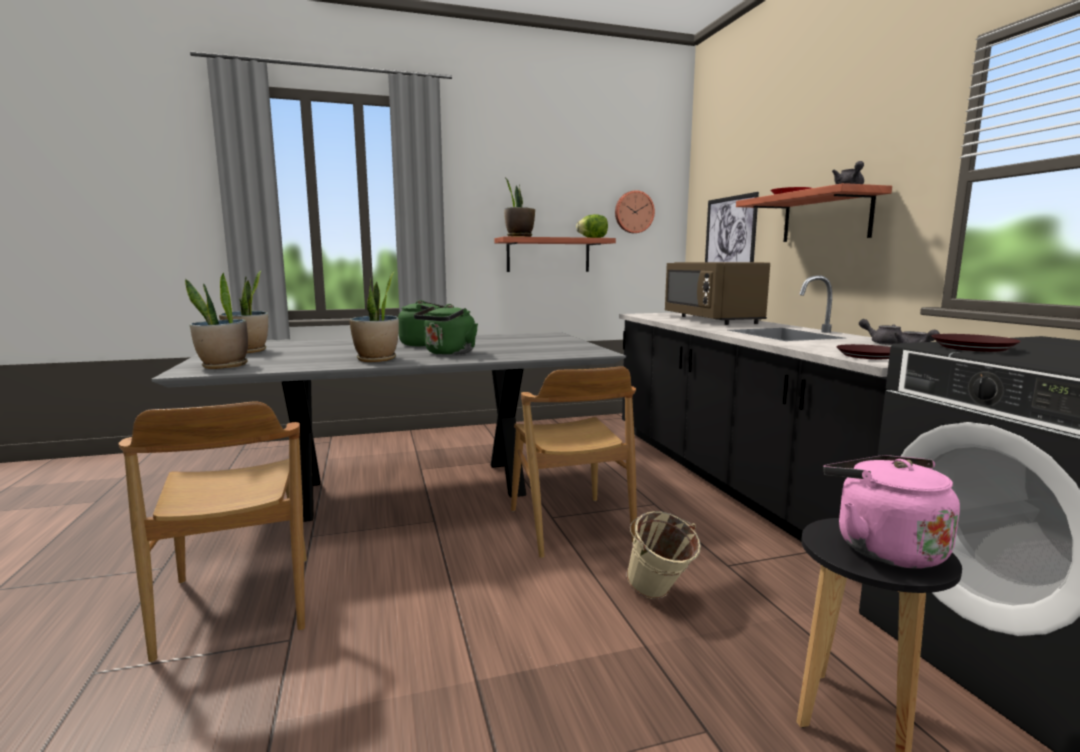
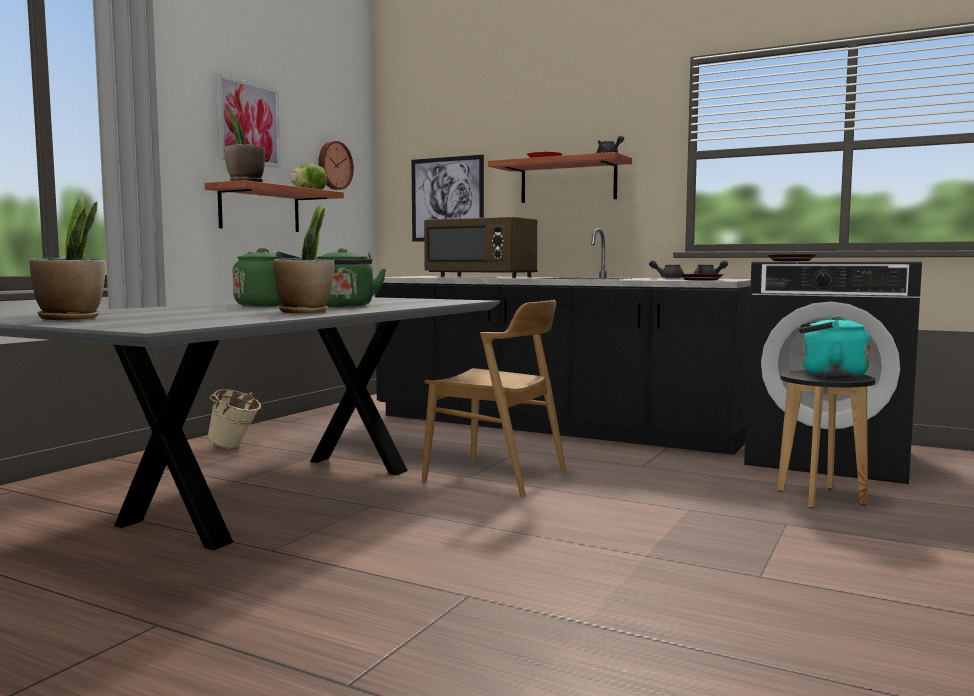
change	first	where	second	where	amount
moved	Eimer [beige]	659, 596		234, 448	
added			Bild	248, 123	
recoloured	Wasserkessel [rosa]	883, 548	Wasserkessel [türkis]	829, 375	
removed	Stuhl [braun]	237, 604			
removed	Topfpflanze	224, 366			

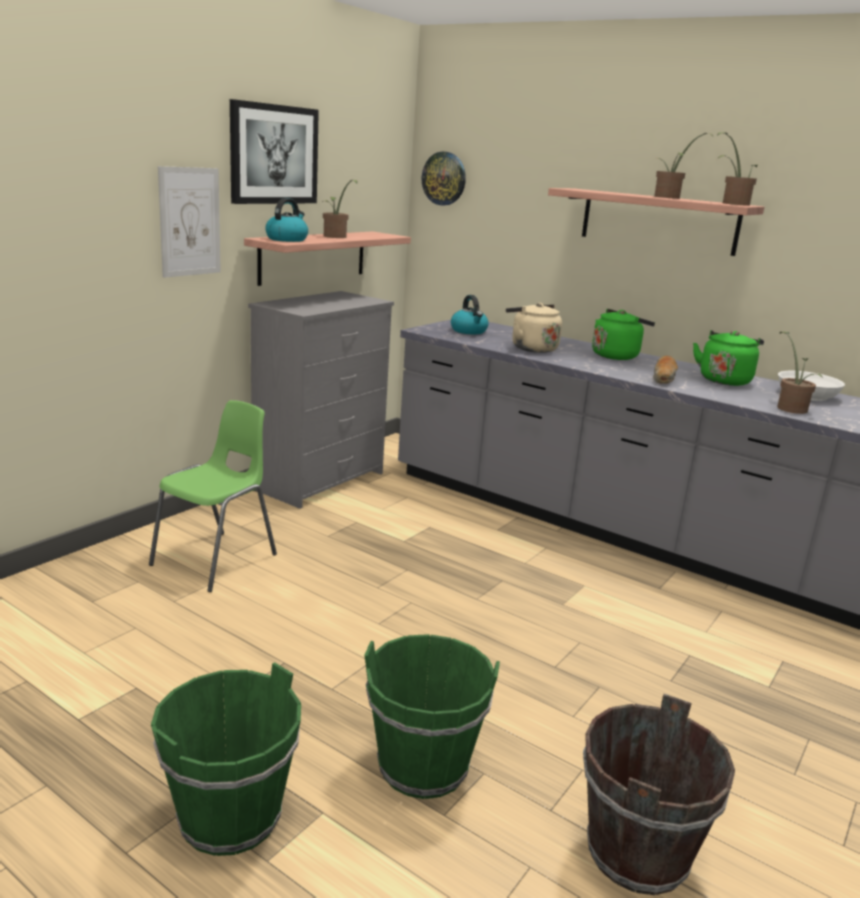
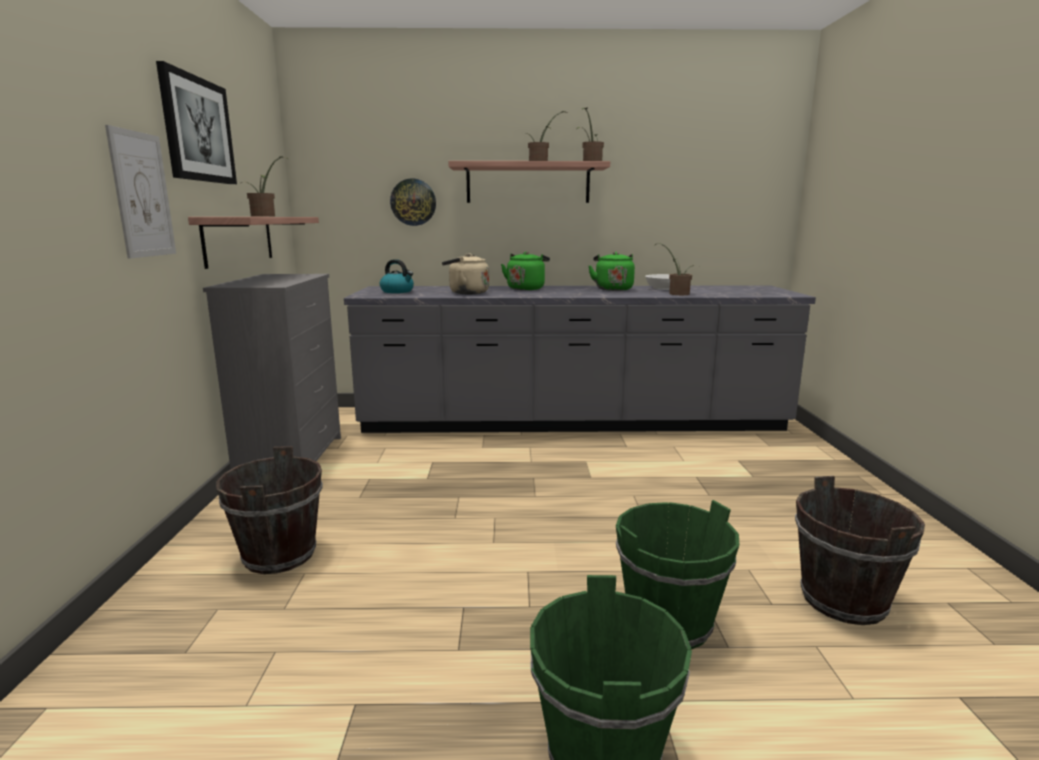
change	first	where	second	where	amount
replaced	Stuhl [grün]	217, 560	Eimer [braun]	280, 555	
moved	Wanduhr	444, 178		413, 202	
removed	Wasserkessel	287, 239			
removed	Brot	664, 378			

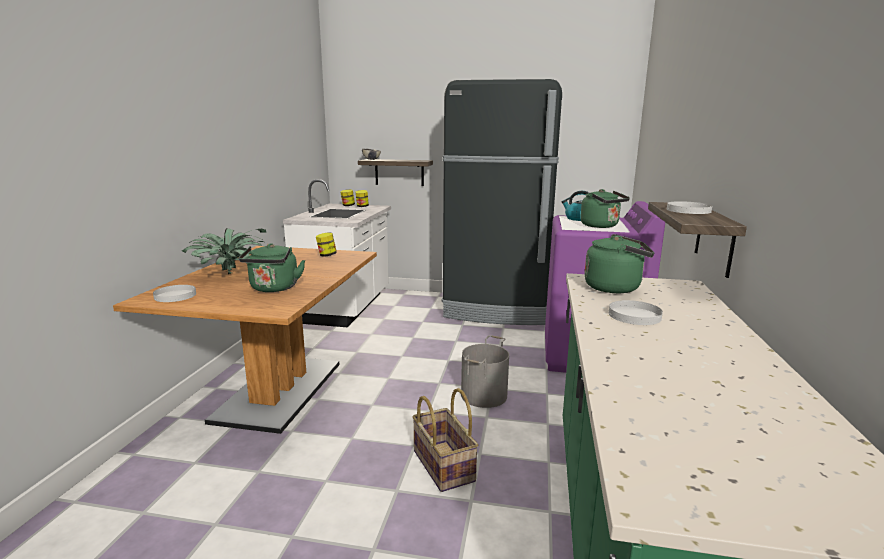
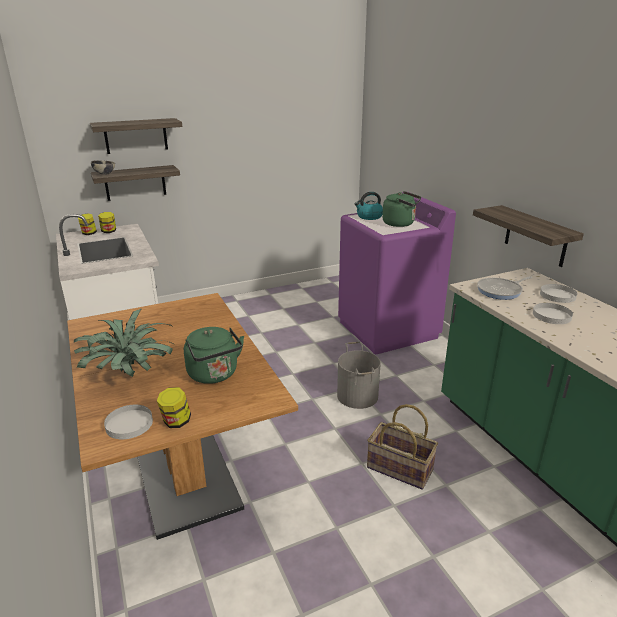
change	first	where	second	where	amount
added			Wandregal	136, 136	
moved	Vorratsglas	327, 255		176, 422	
replaced	Wasserkessel [grün]	615, 288	Pfanne	501, 291	
moved	Teller [weiß]	688, 210		557, 295	
removed	Kühlschrank [schwarz]	497, 309			

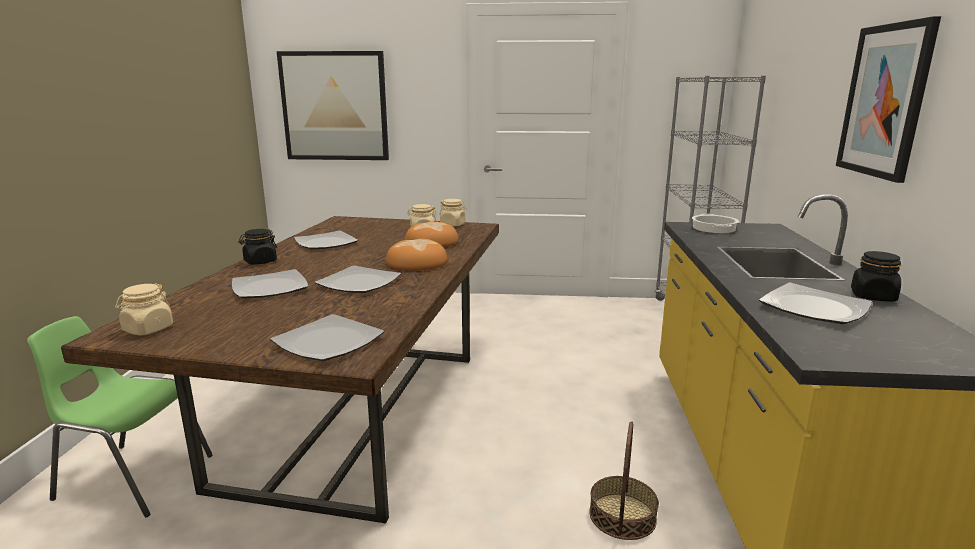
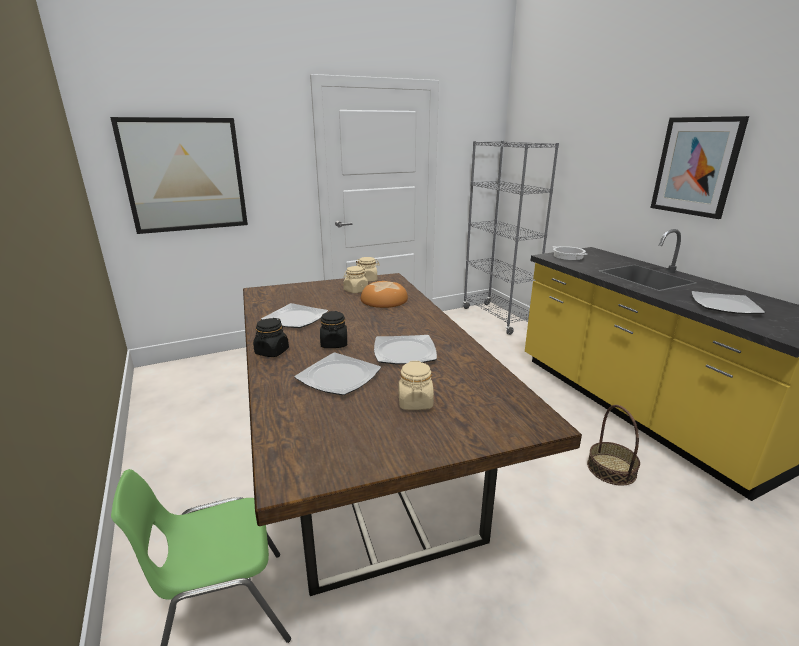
change	first	where	second	where	amount
moved	Vorratsglas [schwarz]	873, 296		334, 344	
moved	Vorratsglas [beige]	148, 329		415, 402	
removed	Teller	328, 341			
removed	Brot	416, 262			

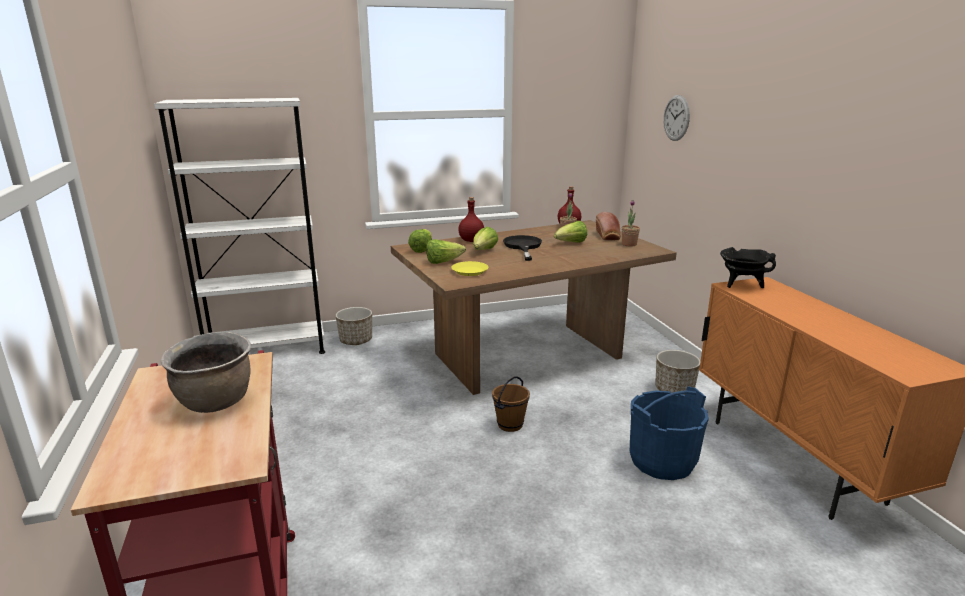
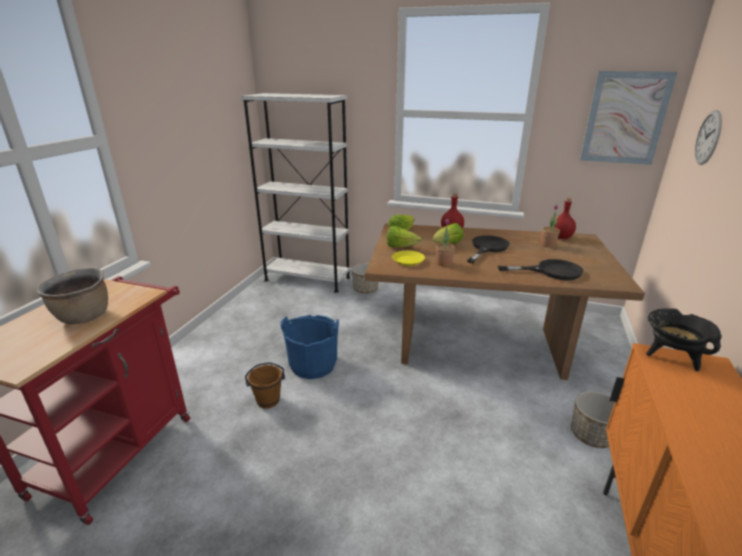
change	first	where	second	where	amount
moved	Eimer [braun]	509, 425		268, 400	
moved	Eimer [blau]	662, 461		313, 365	
moved	Topfpflanze	629, 244		444, 263	
added			Pfanne [schwarz]	551, 271	
added			Bild	625, 118	
removed	Salatkopf	571, 243			
removed	Brot	608, 236			

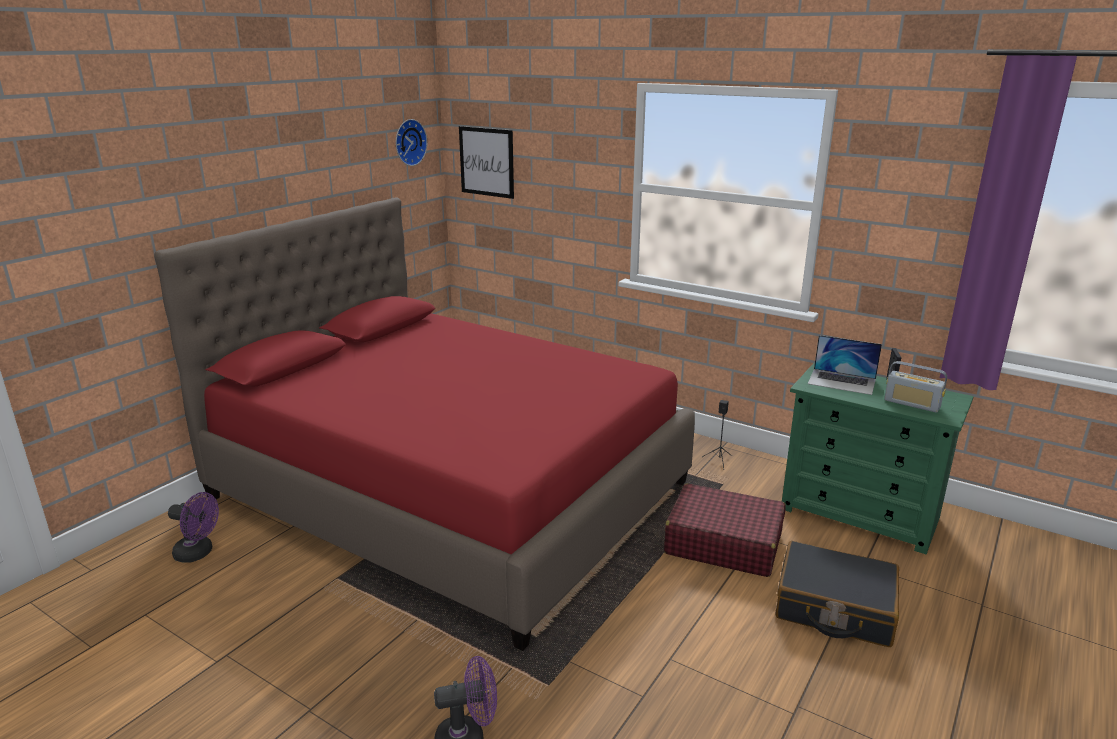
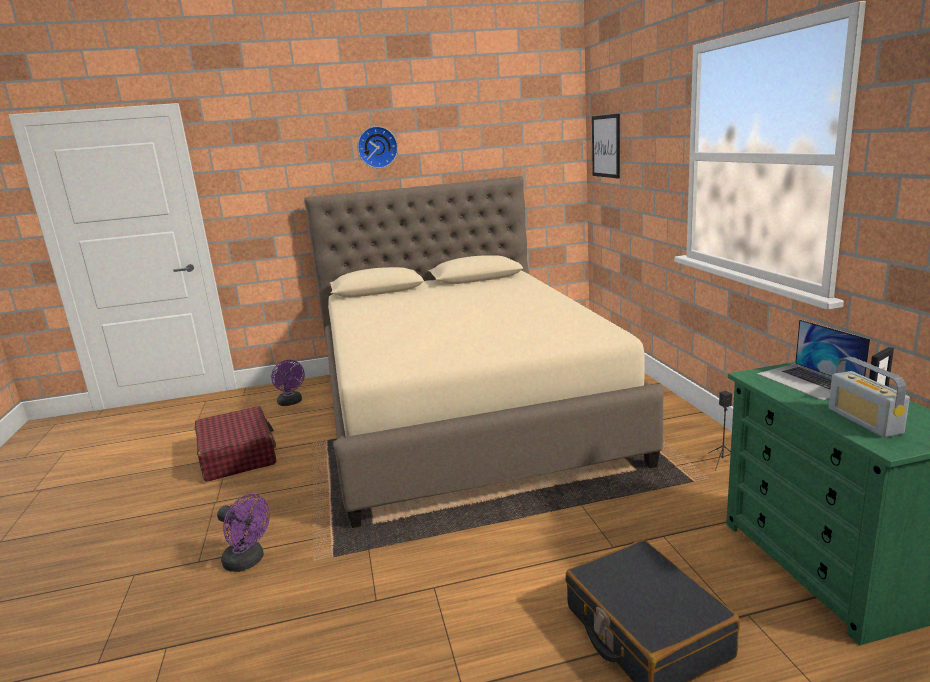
change	first	where	second	where	amount
moved	Koffer [rot]	723, 543		238, 455	
recoloured	Bett [rot]	450, 489	Bett [beige]	464, 412	
moved	Wanduhr	408, 142		377, 147	

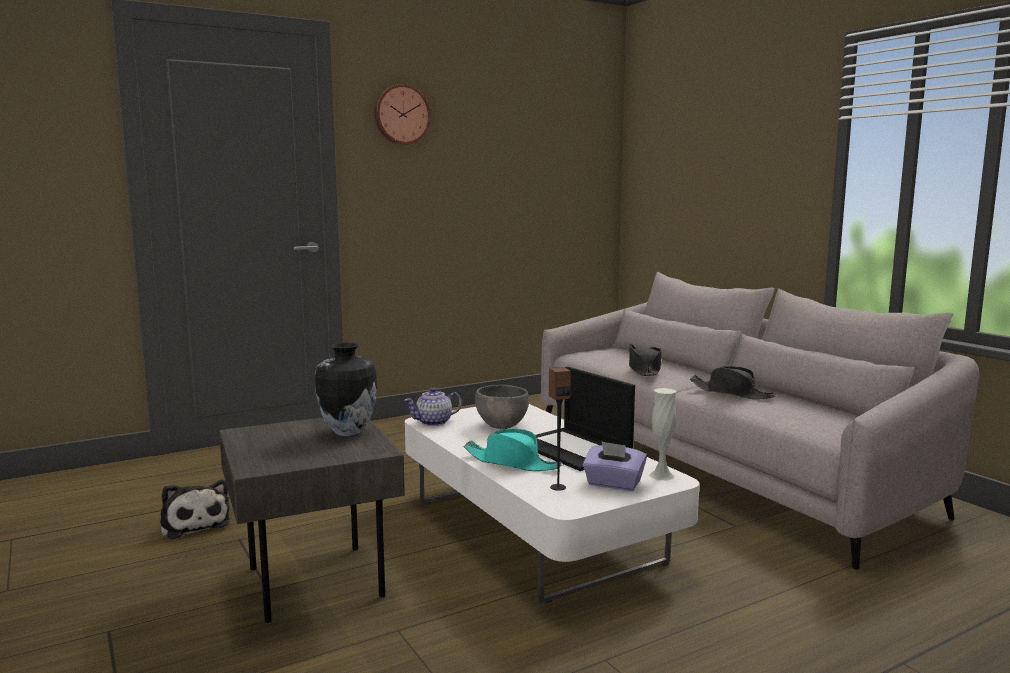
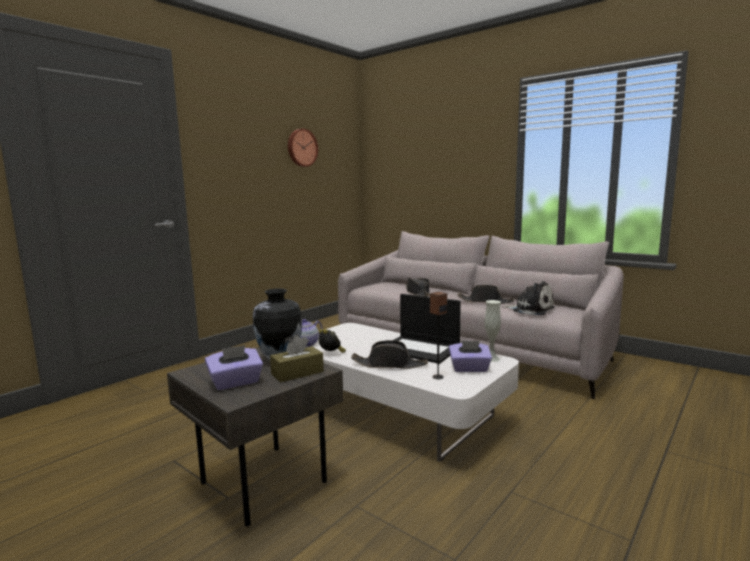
change	first	where	second	where	amount
added			Taschentuchbox [lila]	235, 382	
added			Taschentuchbox [braun]	297, 373	
moved	Wanduhr	401, 115		301, 148	
added			Wecker	331, 354	
recoloured	Hut [türkis]	512, 462	Hut [schwarz]	389, 364	
moved	Plüschtier	194, 524		530, 310	
removed	Schüssel [grau]	502, 425			

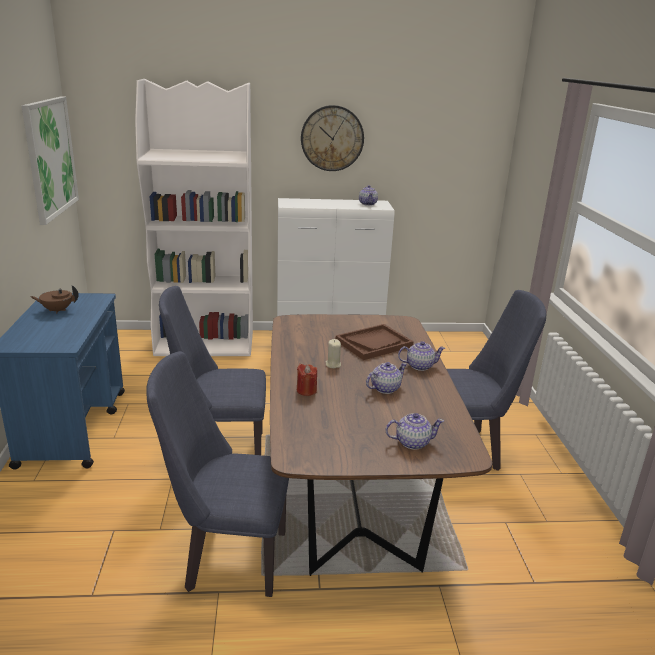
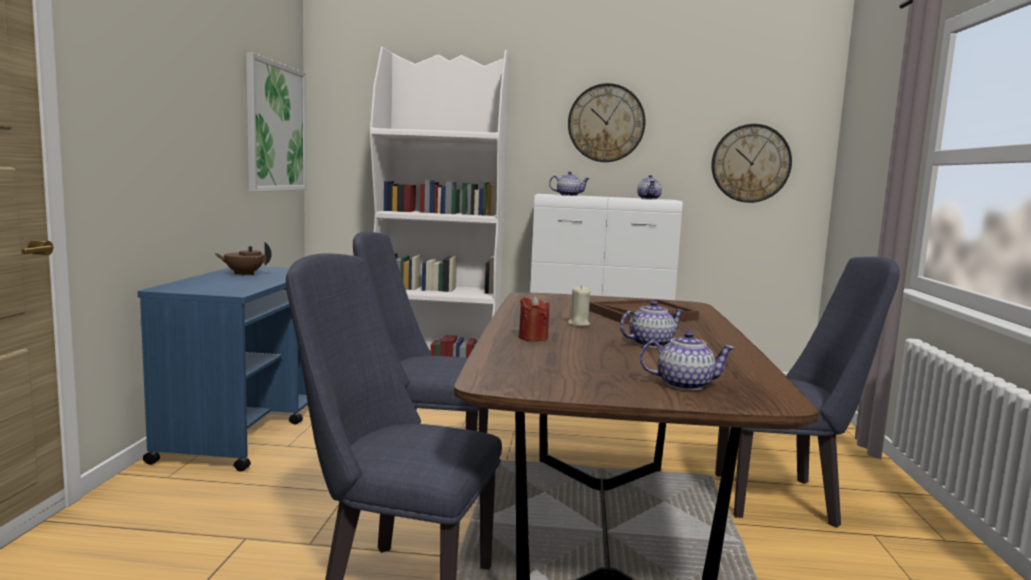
change	first	where	second	where	amount
moved	Teekanne	419, 366		568, 195	
added			Wanduhr	750, 163	

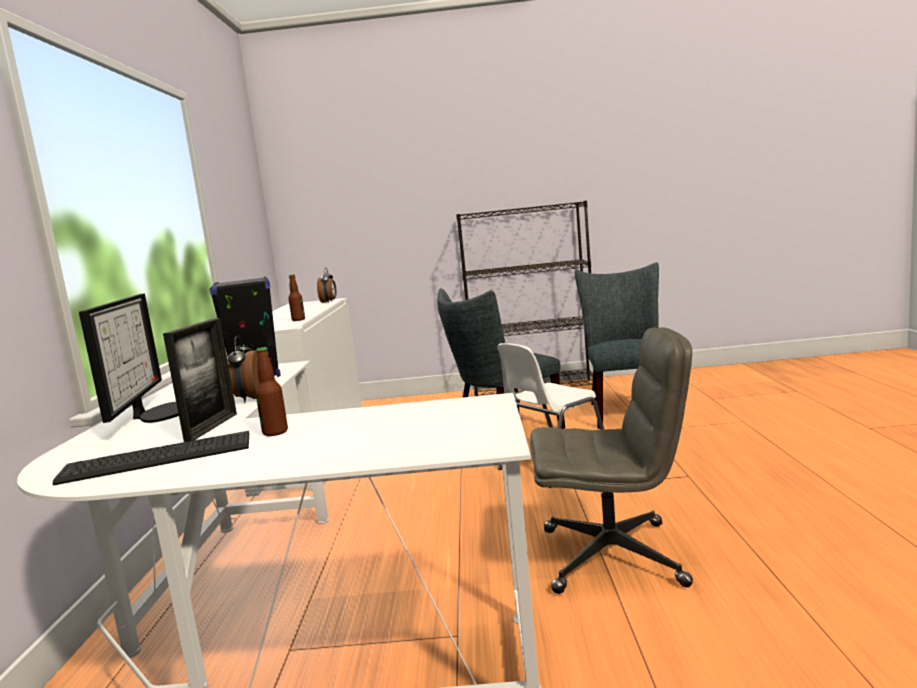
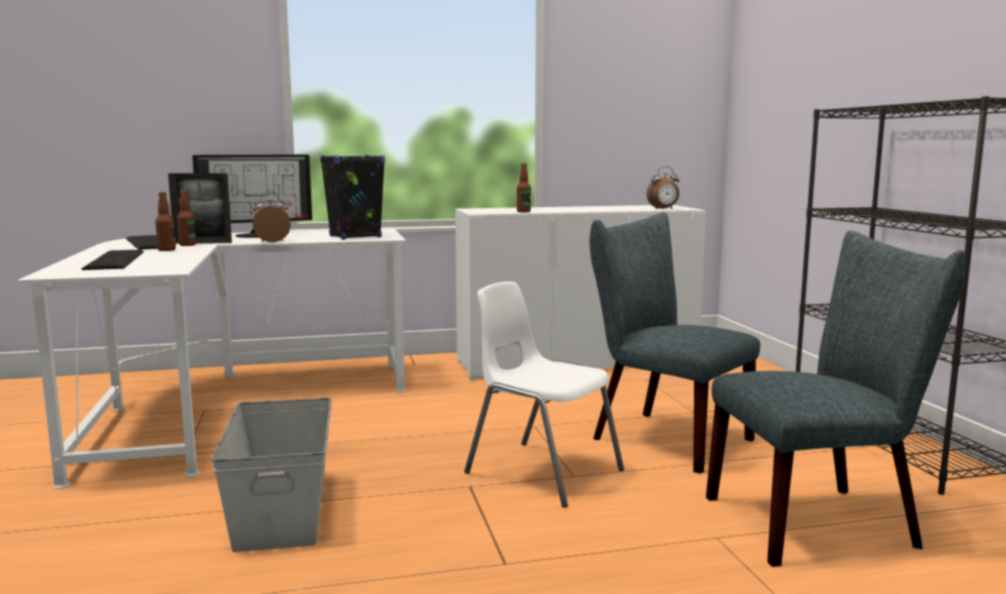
change	first	where	second	where	amount
added			Tastatur	117, 260	
added			Flasche	187, 245	
replaced	Bürostuhl [grau]	613, 556	Aufbewahrungsbox [grau]	281, 510	

